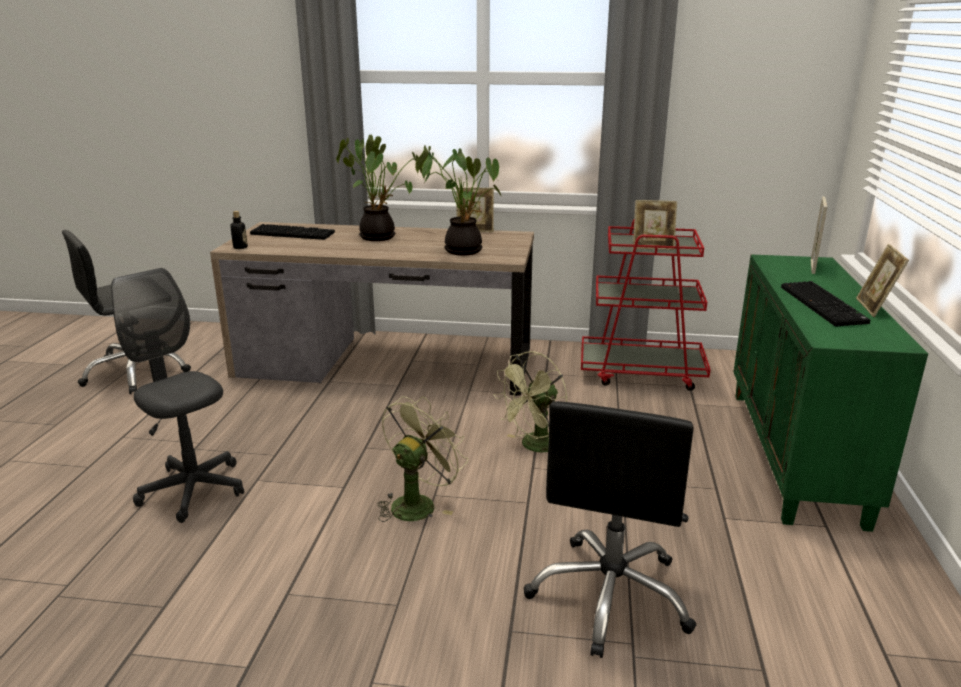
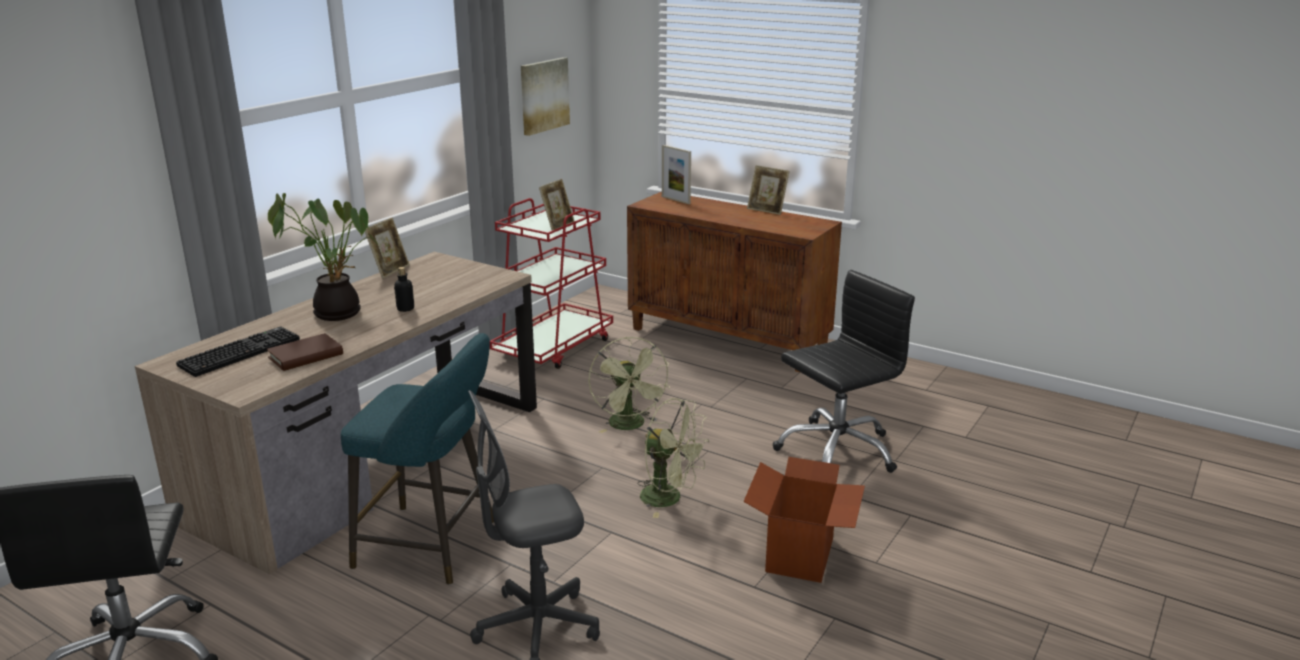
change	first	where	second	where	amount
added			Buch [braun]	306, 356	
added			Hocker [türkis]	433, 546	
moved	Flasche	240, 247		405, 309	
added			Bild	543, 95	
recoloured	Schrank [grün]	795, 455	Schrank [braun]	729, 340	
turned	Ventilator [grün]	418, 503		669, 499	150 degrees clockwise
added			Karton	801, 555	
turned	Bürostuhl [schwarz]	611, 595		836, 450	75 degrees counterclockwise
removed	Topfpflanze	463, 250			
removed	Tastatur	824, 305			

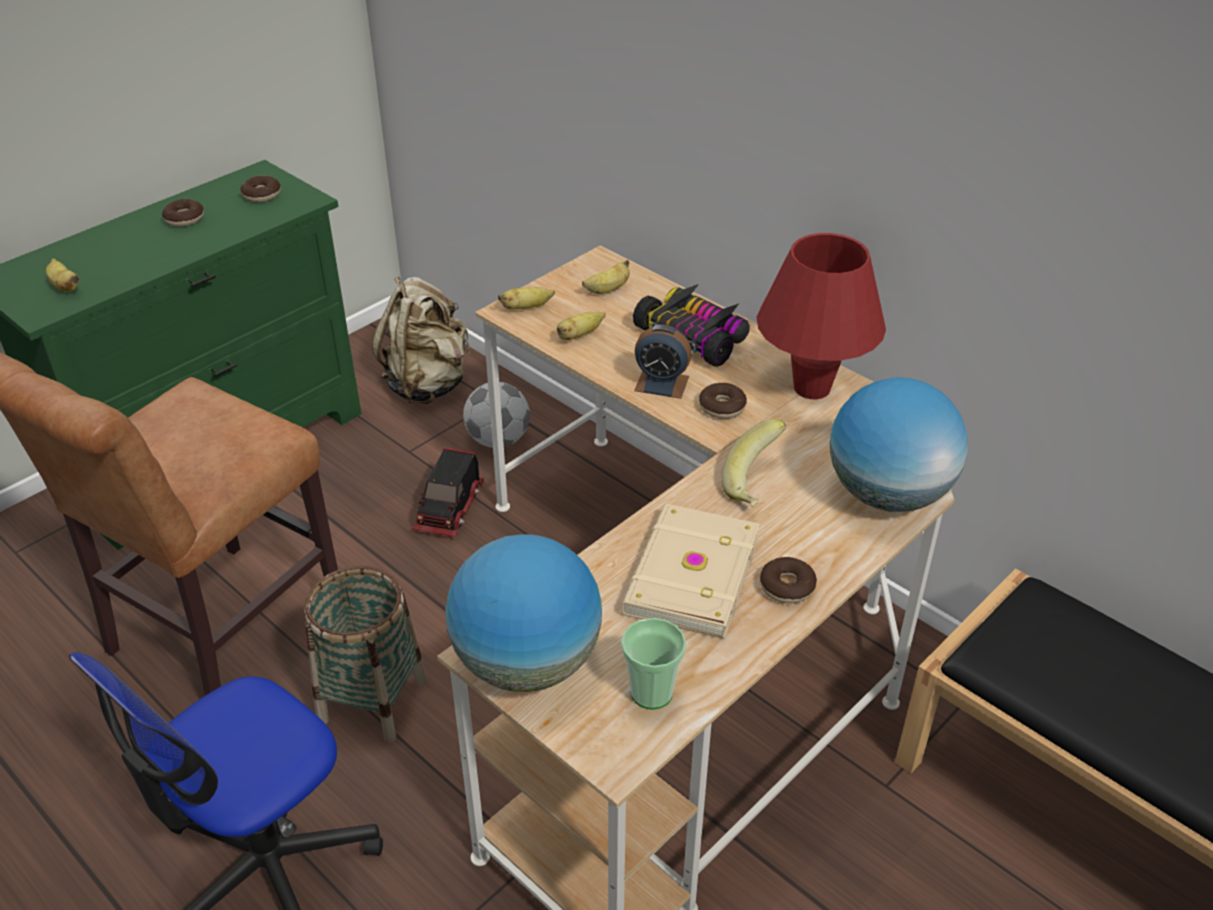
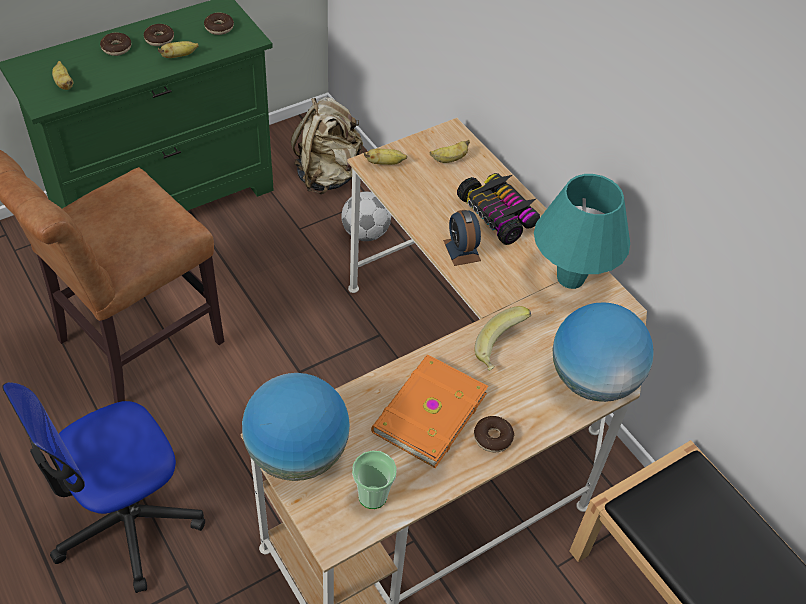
change	first	where	second	where	amount
moved	Donut	722, 407		116, 48	
moved	Banane	579, 335		179, 56	
recoloured	Buch [beige]	688, 575	Buch [orange]	427, 412	
turned	Wecker	661, 383		462, 250	45 degrees clockwise
recoloured	Tischlampe [rot]	812, 388	Tischlampe [türkis]	570, 278	
removed	Korb	372, 700			
removed	Spielzeuglaster	451, 509			

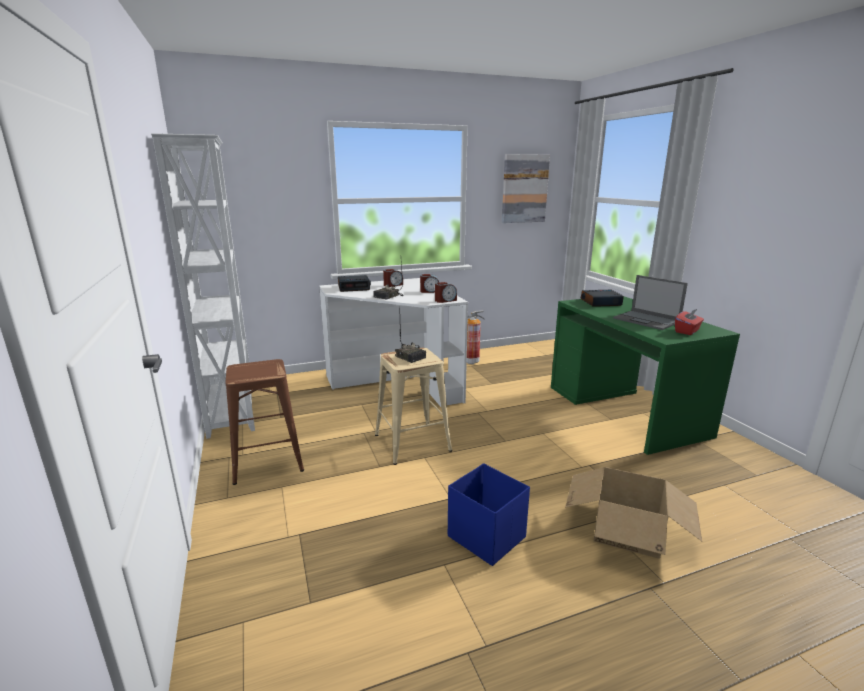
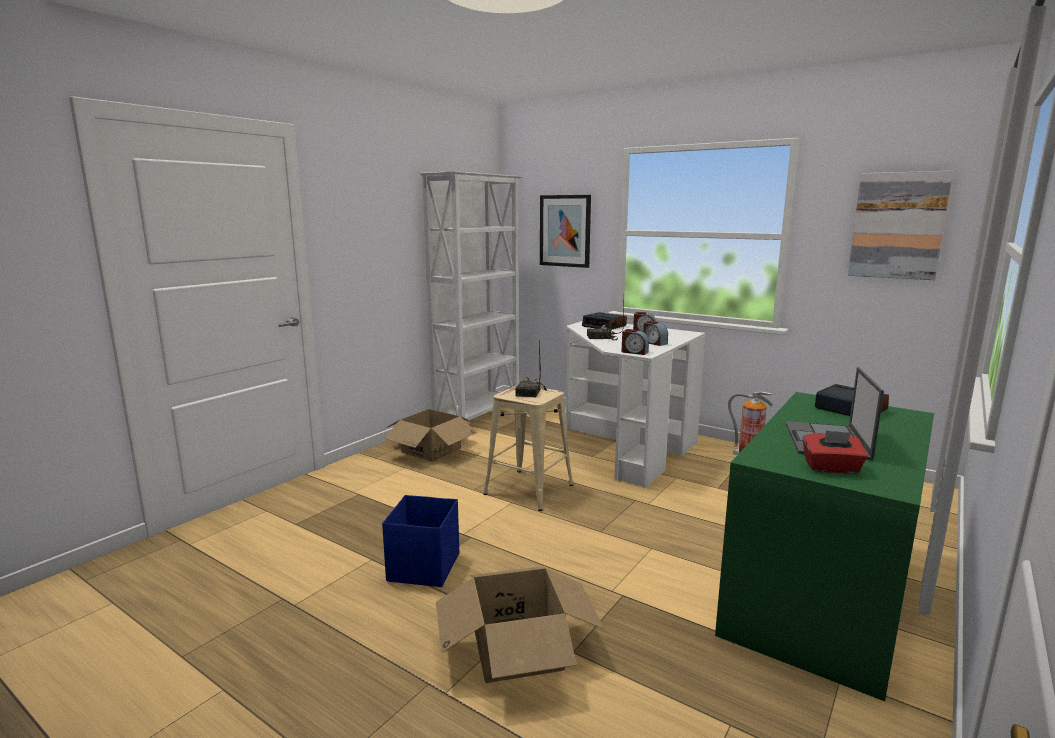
change	first	where	second	where	amount
replaced	Hocker [braun]	267, 459	Karton	431, 450	
added			Bild	565, 231	

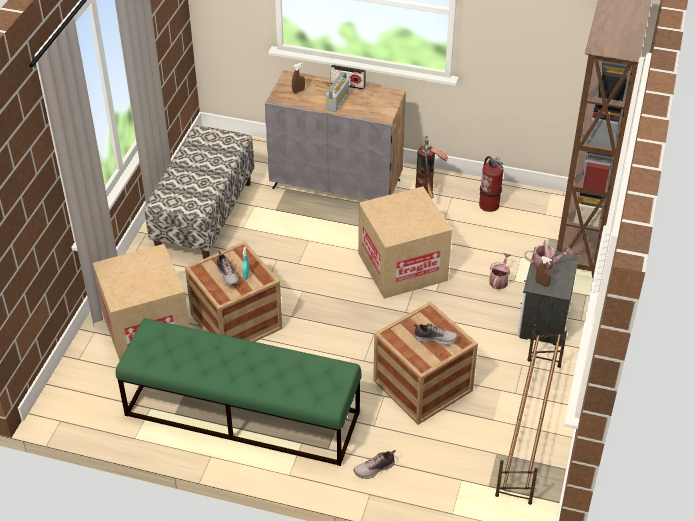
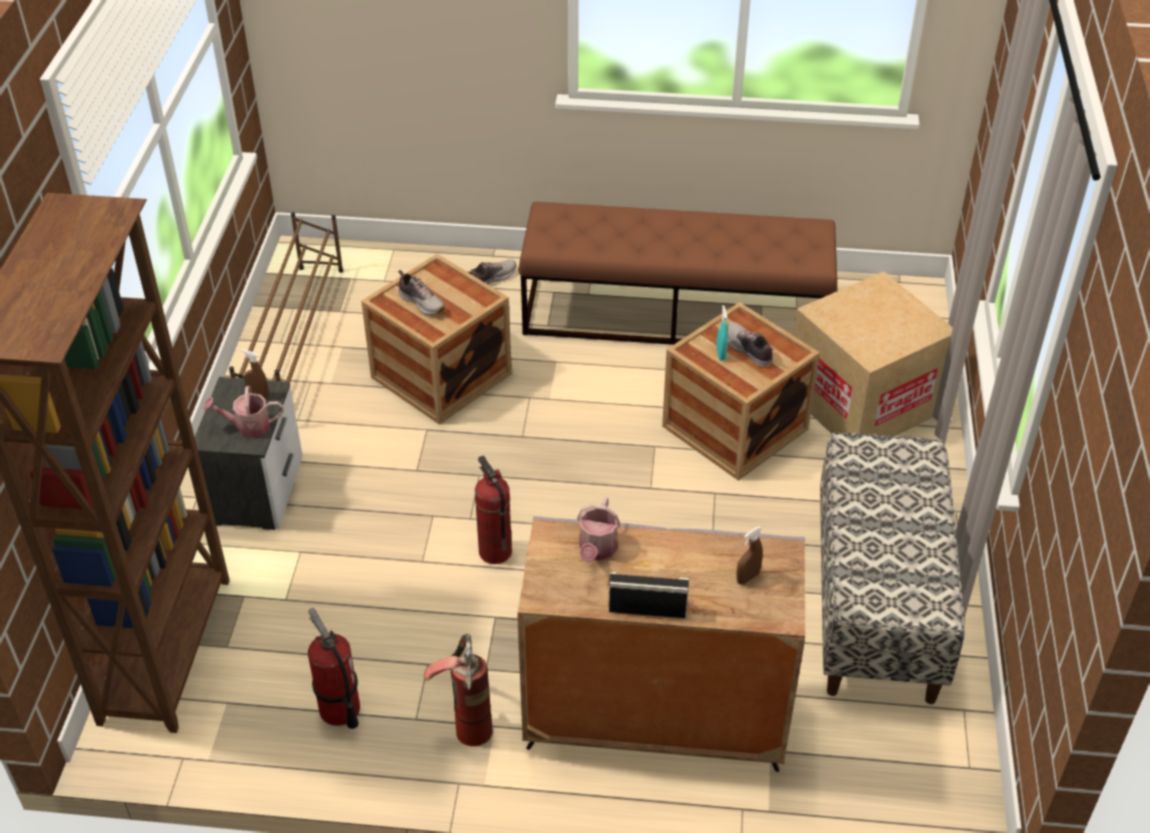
change	first	where	second	where	amount
turned	Schuh	435, 338		422, 303	135 degrees counterclockwise
replaced	Karton	402, 267	Feuerlöscher	494, 552	
recoloured	Bank [grün]	241, 413	Bank [braun]	676, 315	
moved	Gießkanne	499, 280		596, 550	
removed	Radio	337, 101			

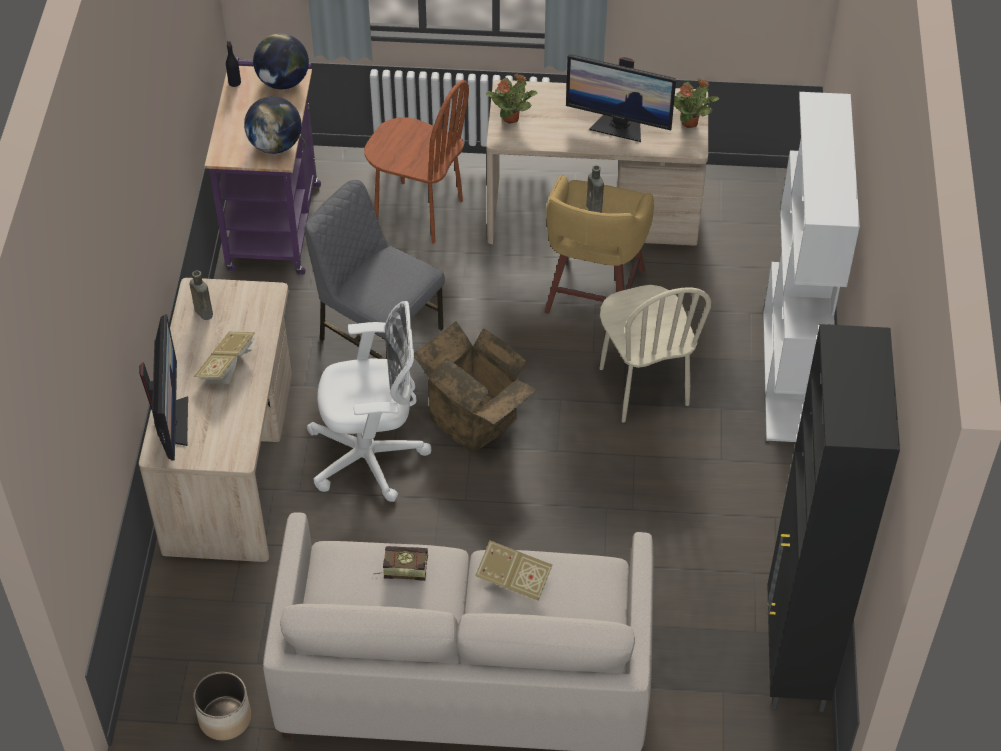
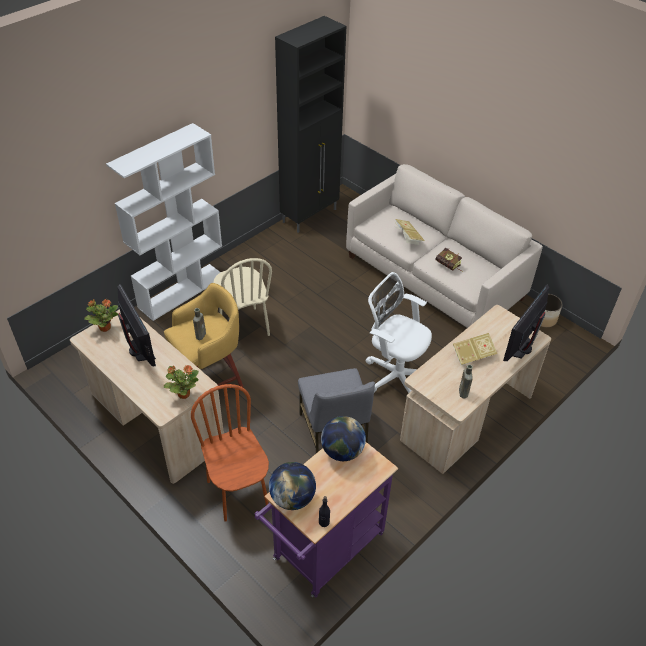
change	first	where	second	where	amount
turned	Stuhl [beige]	643, 386		244, 326	135 degrees clockwise
removed	Karton	477, 417			

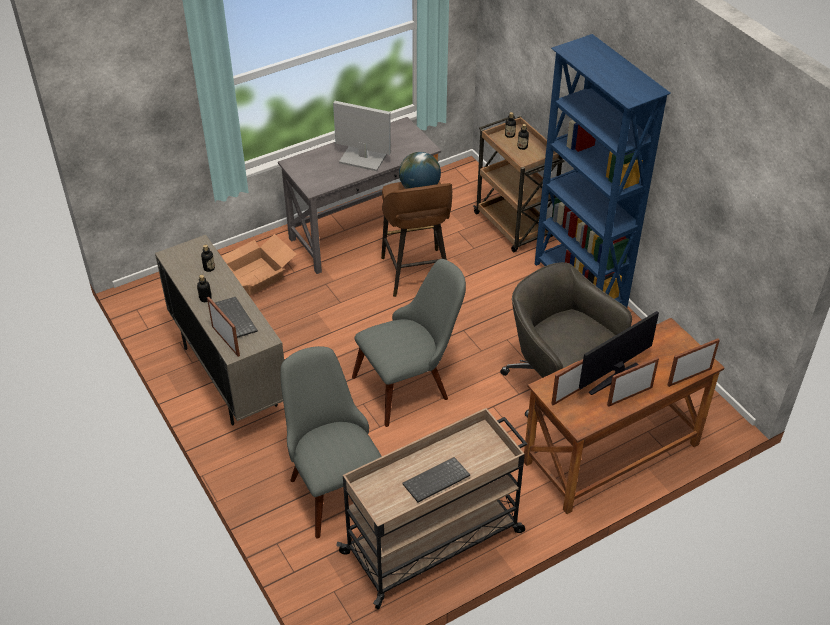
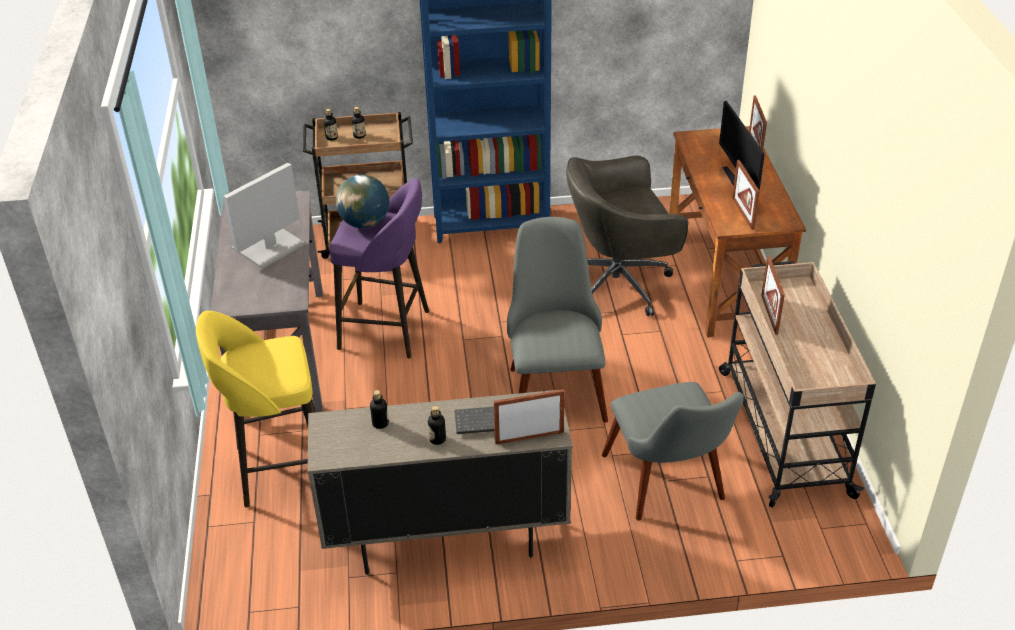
change	first	where	second	where	amount
replaced	Karton	255, 275	Hocker [gelb]	279, 469	
recoloured	Hocker [braun]	416, 274	Hocker [lila]	387, 330	
turned	Stuhl [grau]	334, 484		670, 487	105 degrees counterclockwise
moved	Bilderrahmen	629, 396		769, 314	
removed	Tastatur	436, 482			

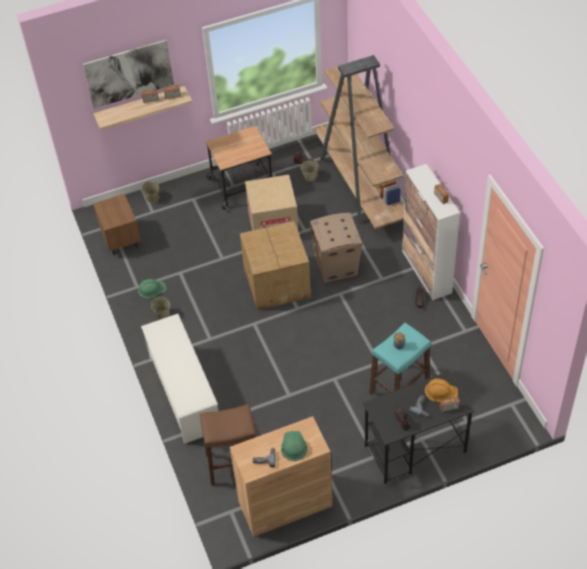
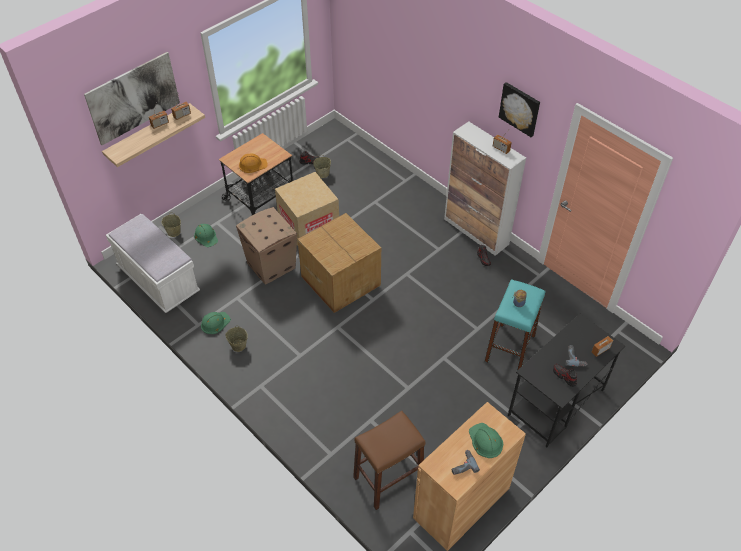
change	first	where	second	where	amount
replaced	Nachttisch [braun]	121, 238	Bank [weiß]	158, 281	
added			Schutzhelm [grün]	206, 236	
moved	Karton	336, 266		271, 265	
moved	Schutzhelm [orange]	440, 391		252, 164	
added			Bild	520, 108	
removed	Schuhregal [weiß]	184, 394			
removed	Bücherregal [braun]	360, 185			

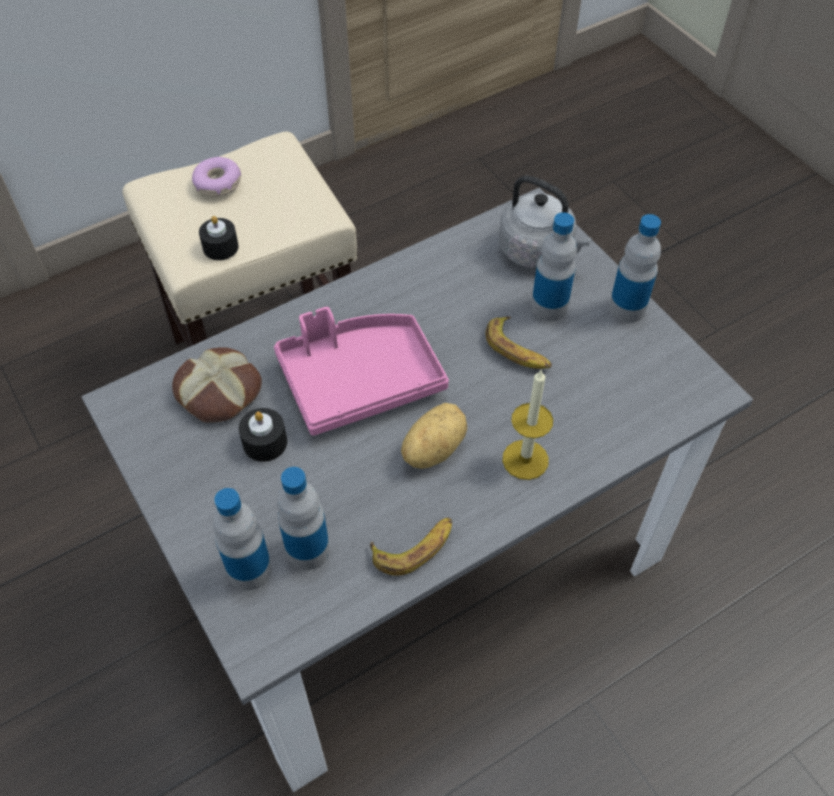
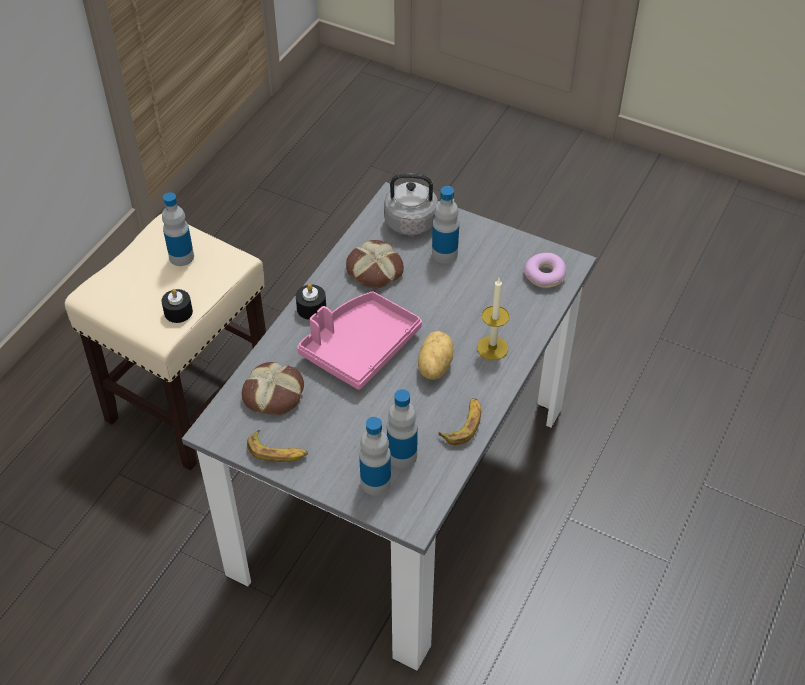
change	first	where	second	where	amount
moved	Flasche	627, 308		181, 257	
moved	Banane	517, 350		277, 452	
moved	Kerze [schwarz]	265, 442		311, 308	
added			Brot	374, 270	
moved	Donut	218, 183		545, 275	

